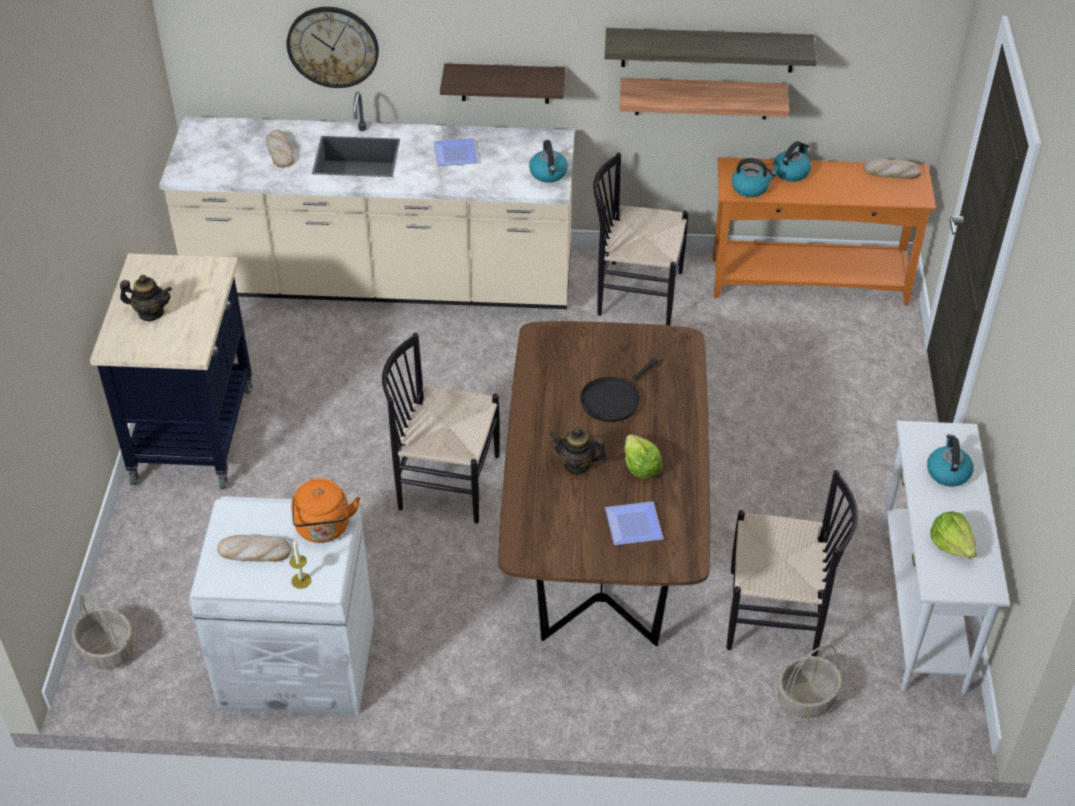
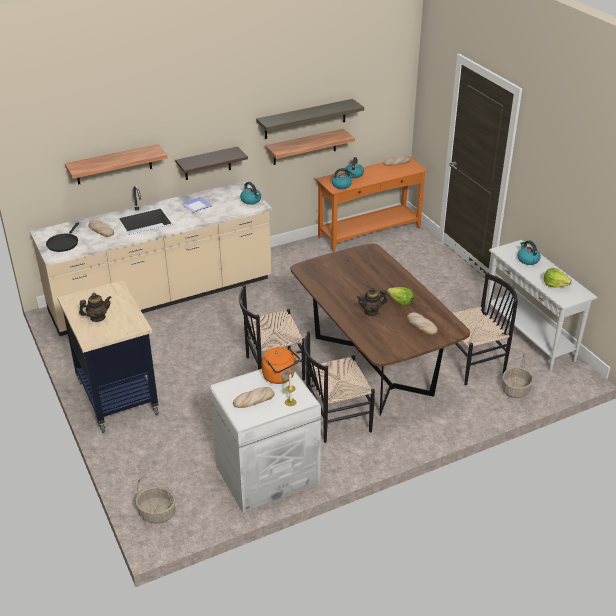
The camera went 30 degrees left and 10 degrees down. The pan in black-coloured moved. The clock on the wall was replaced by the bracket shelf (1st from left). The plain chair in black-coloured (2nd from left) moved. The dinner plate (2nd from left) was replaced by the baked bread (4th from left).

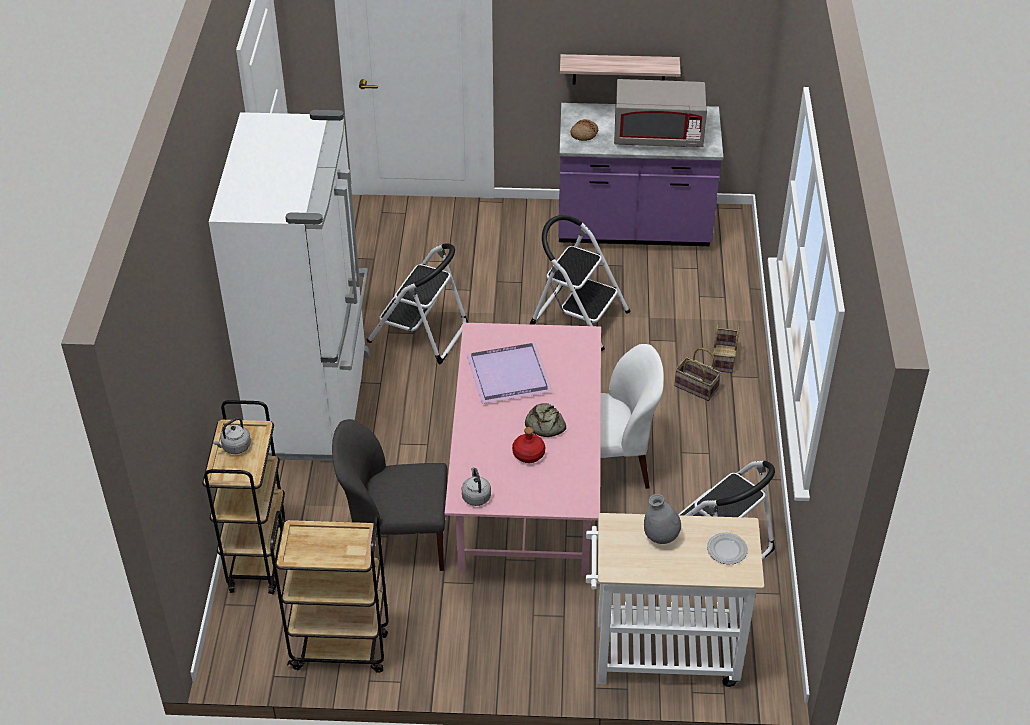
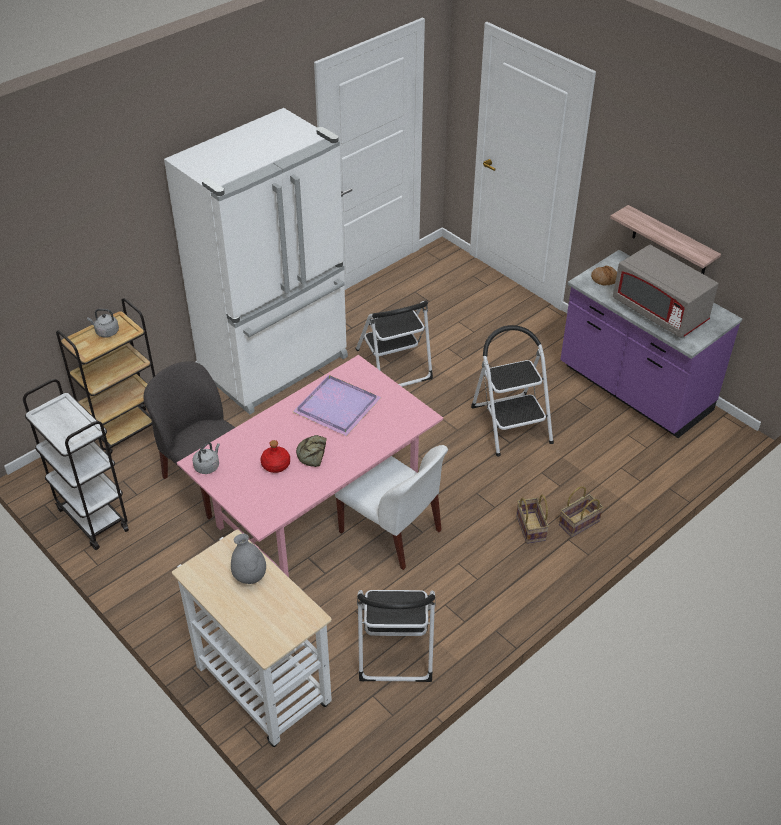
The camera went 45 degrees right and 0 degrees up. The trolley in brown-coloured (2nd from left) became the trolley in whitish (1st from left). The dinner plate disappeared.

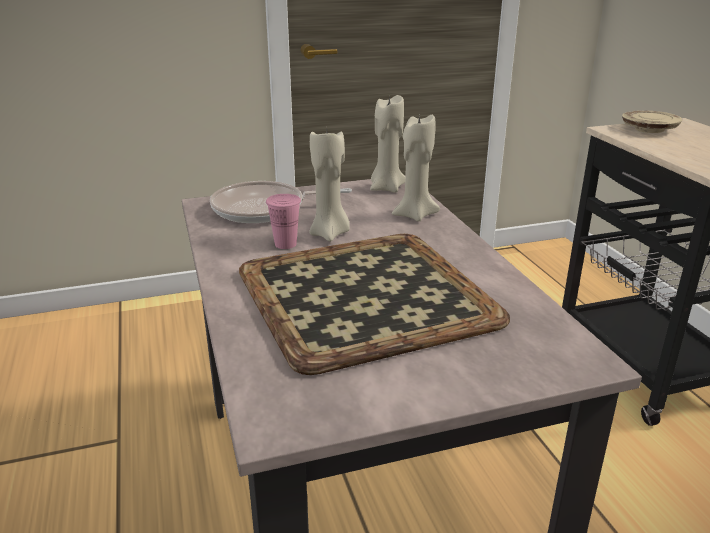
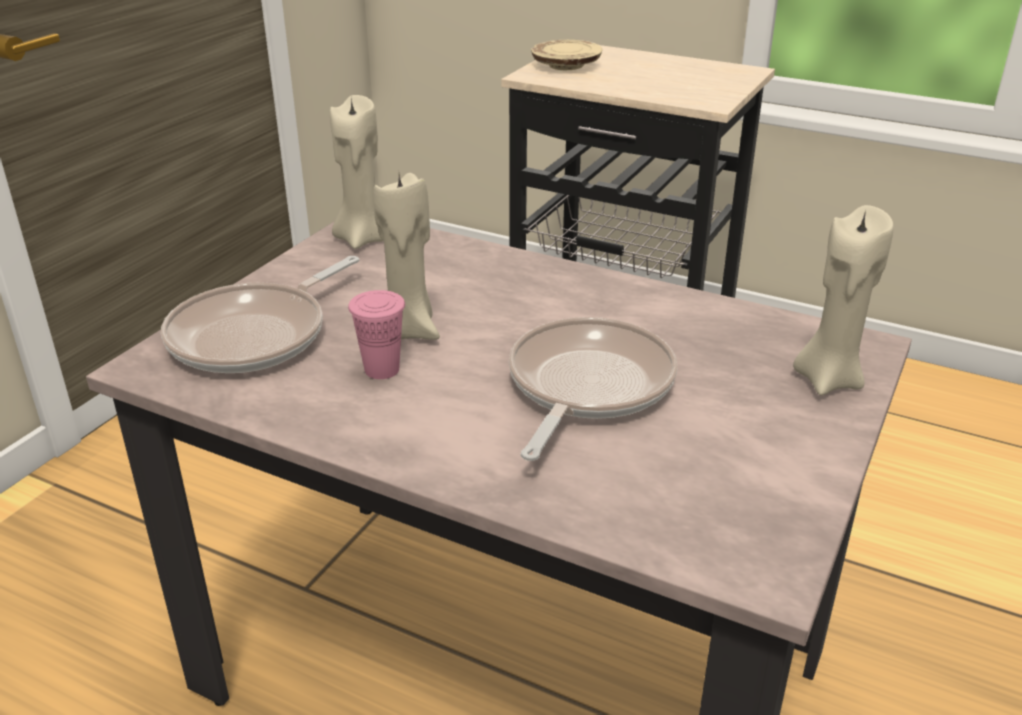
The camera went 45 degrees left and 5 degrees up. The tray was replaced by the pan (2nd from left). The wax candle in beige (3rd from left) moved.

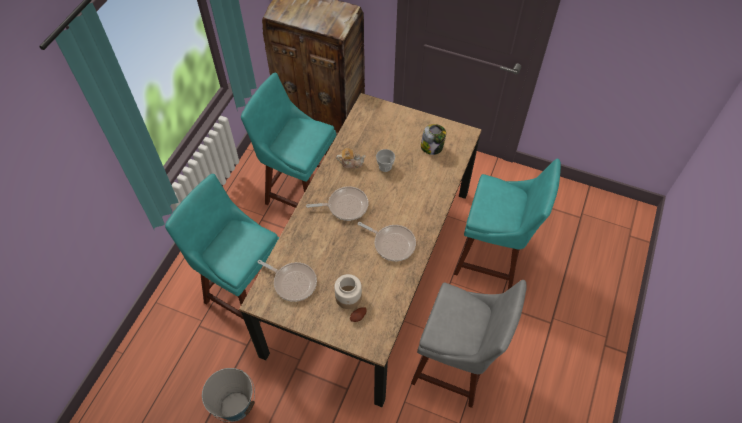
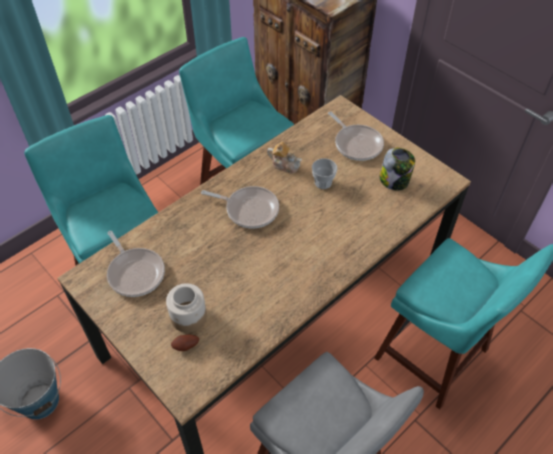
The camera went 25 degrees right and 5 degrees down. The pan (3rd from left) moved.

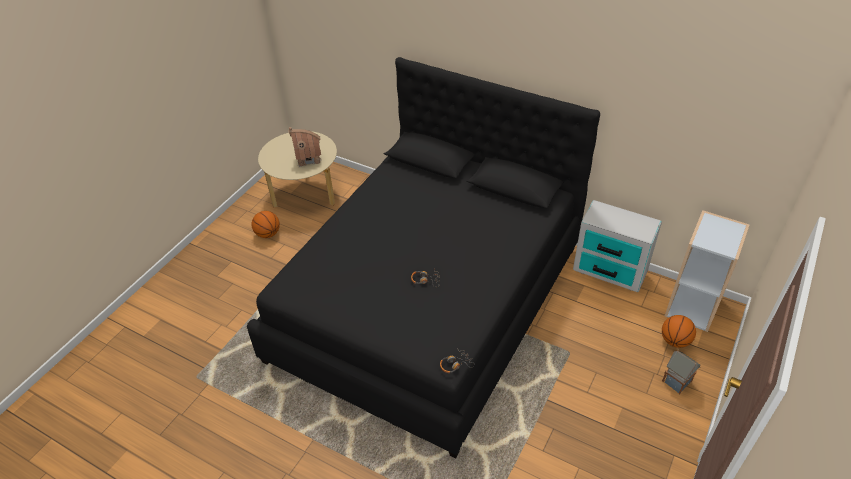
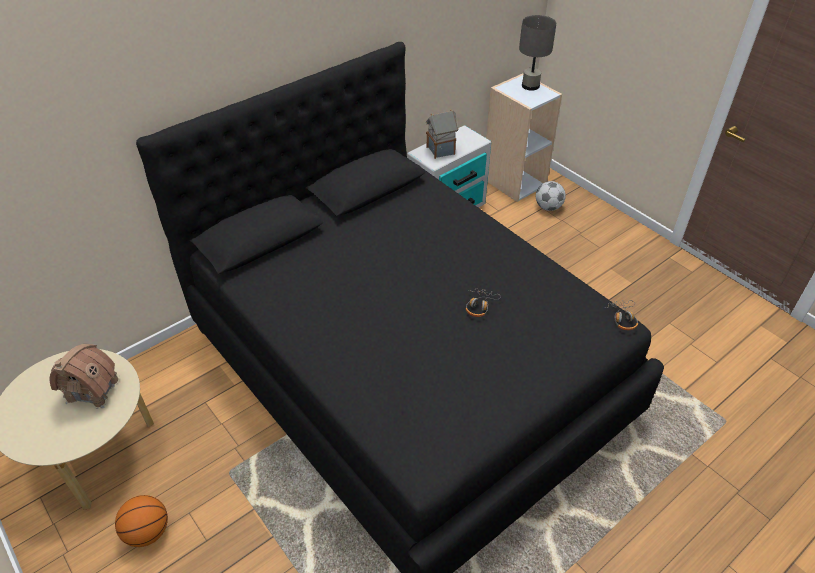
The camera went 70 degrees left and 0 degrees up. The toy house (2nd from left) moved. The table lamp in gray appeared. The basketball (2nd from left) was replaced by the ball for football.

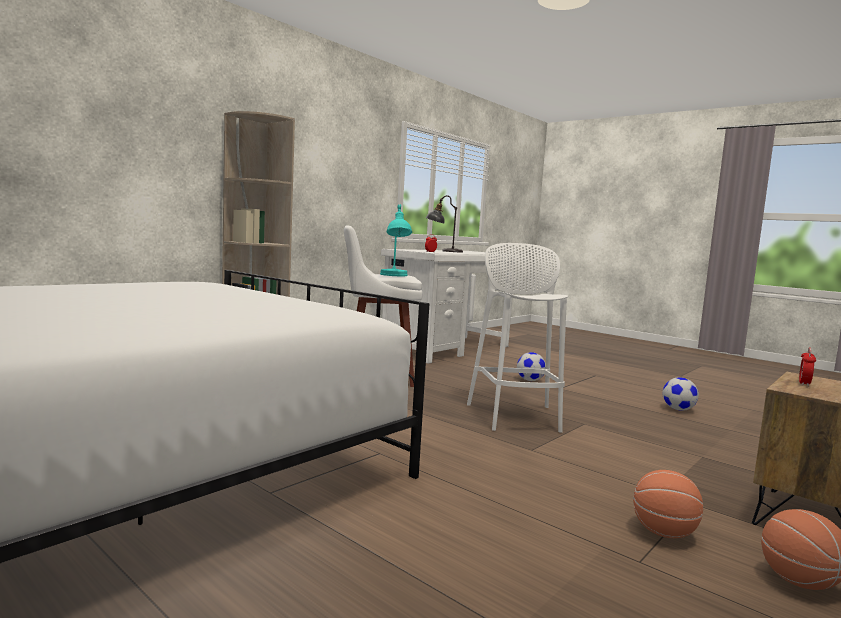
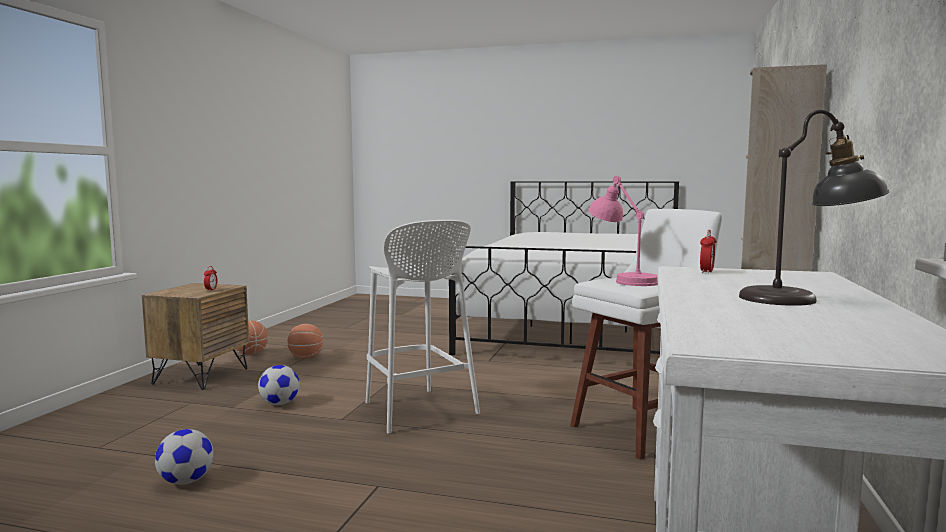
The camera went 155 degrees right and 0 degrees up. The ball for football (1st from left in the first image) moved. The table lamp in blue-green became the table lamp in pinkish.

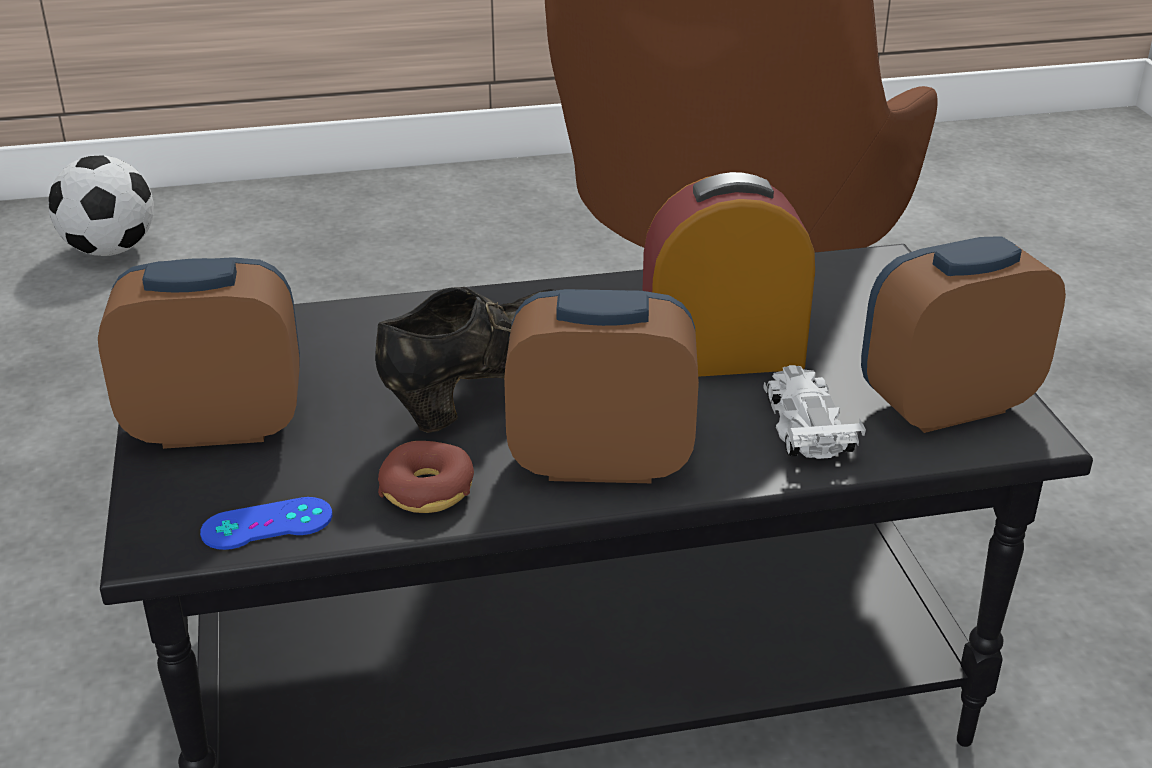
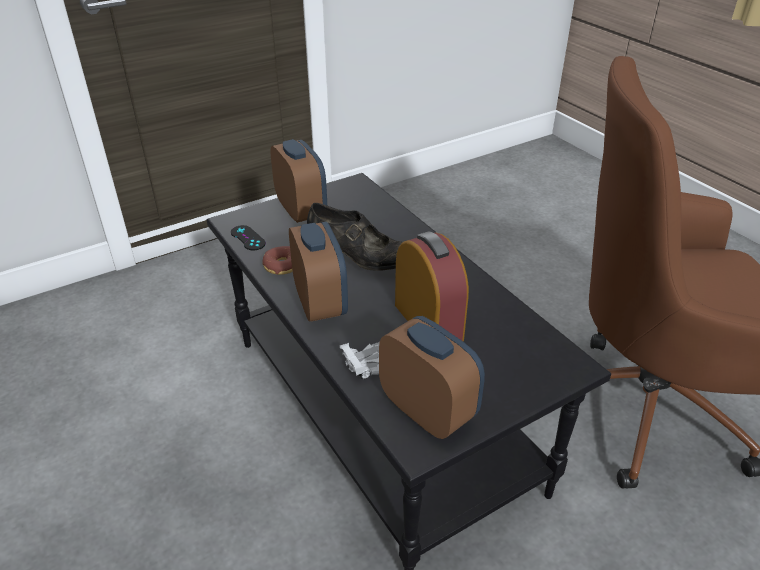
The camera went 70 degrees right and 5 degrees up. The joypad in blue-coloured became the joypad in black-coloured. The ball for football disappeared.

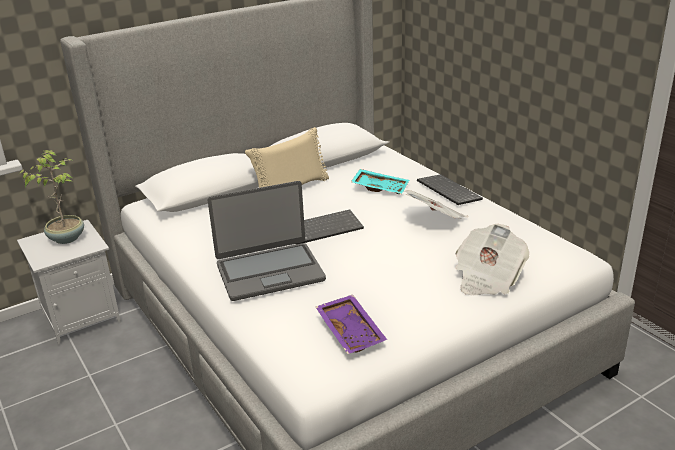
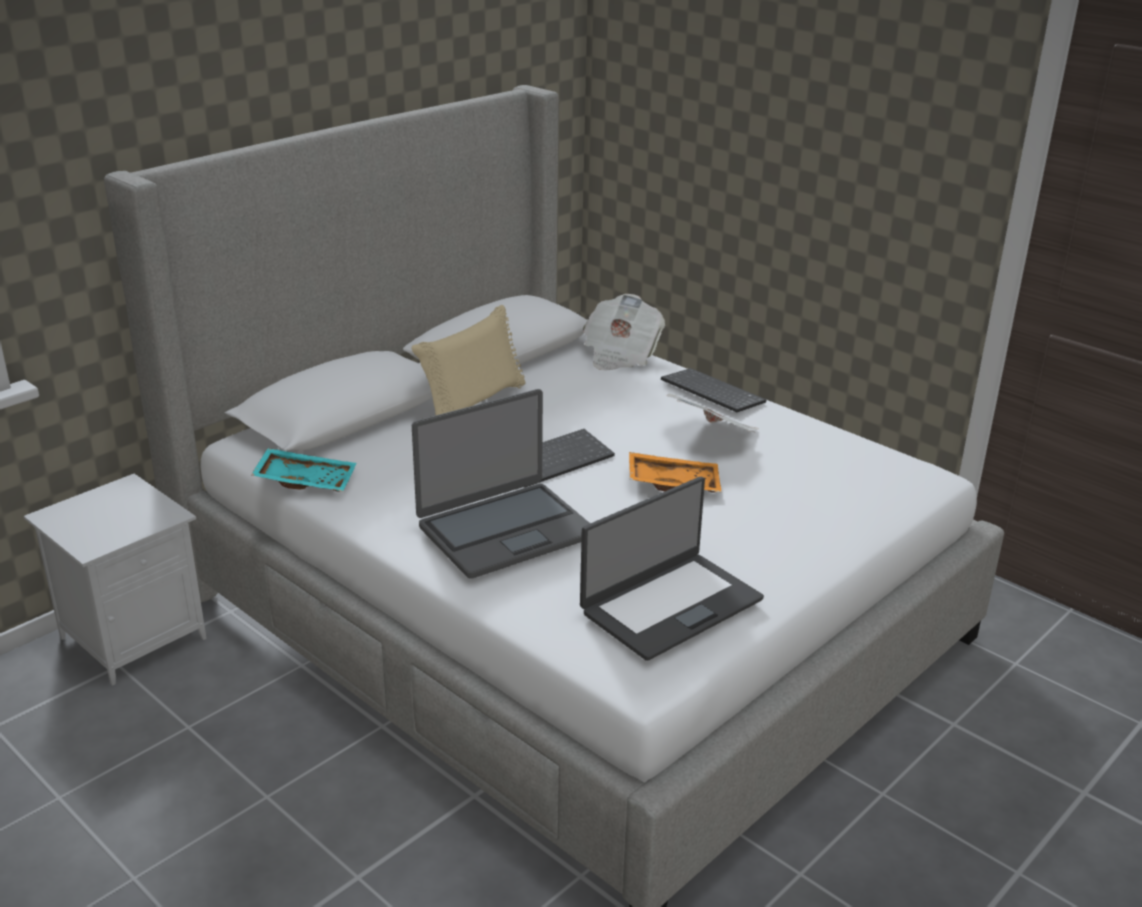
The camera went 15 degrees left and 0 degrees up. The tray in blue-green moved. The tray in purplish was replaced by the notebook computer (2nd from left). The newspaper (2nd from left in the first image) moved. The tray in orange appeared. The plant in a pot disappeared.

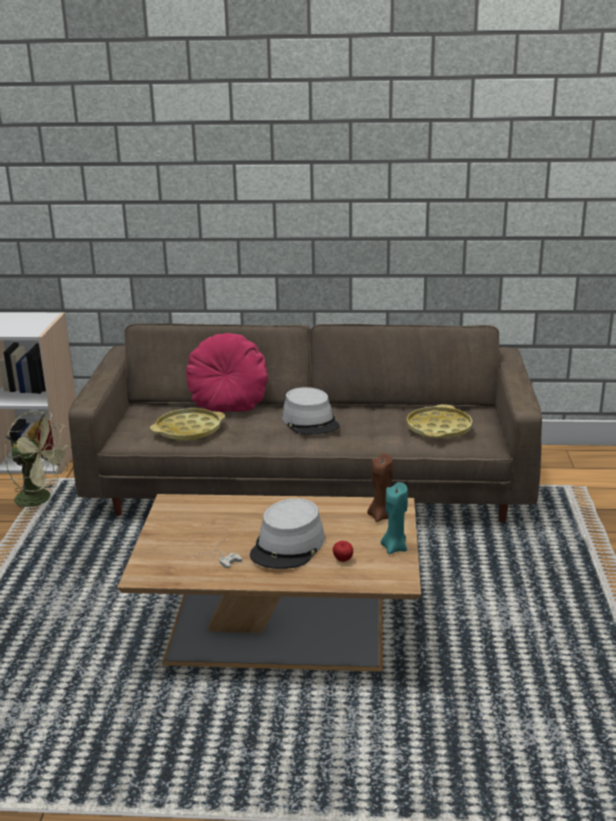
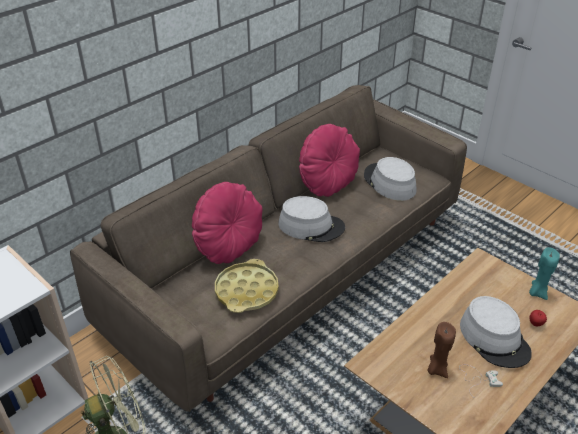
The camera went 50 degrees left and 15 degrees up. The pillow in pinkish (2nd from left) appeared. The tray in yellow (2nd from left) was replaced by the wearable hat in gray (2nd from left). The wax candle in brown-coloured moved.

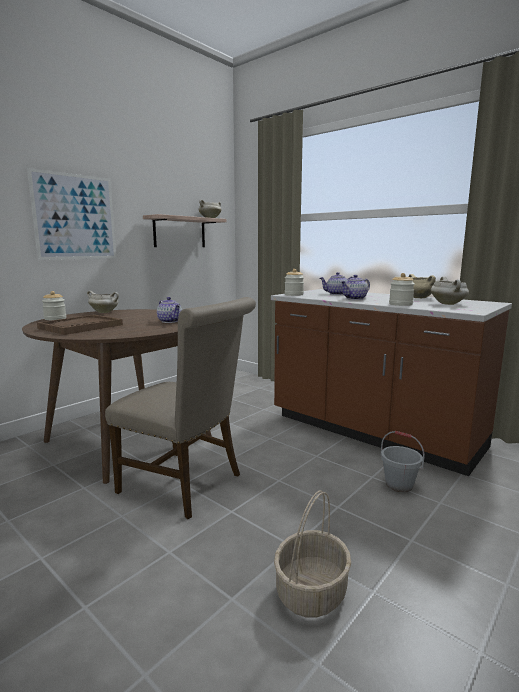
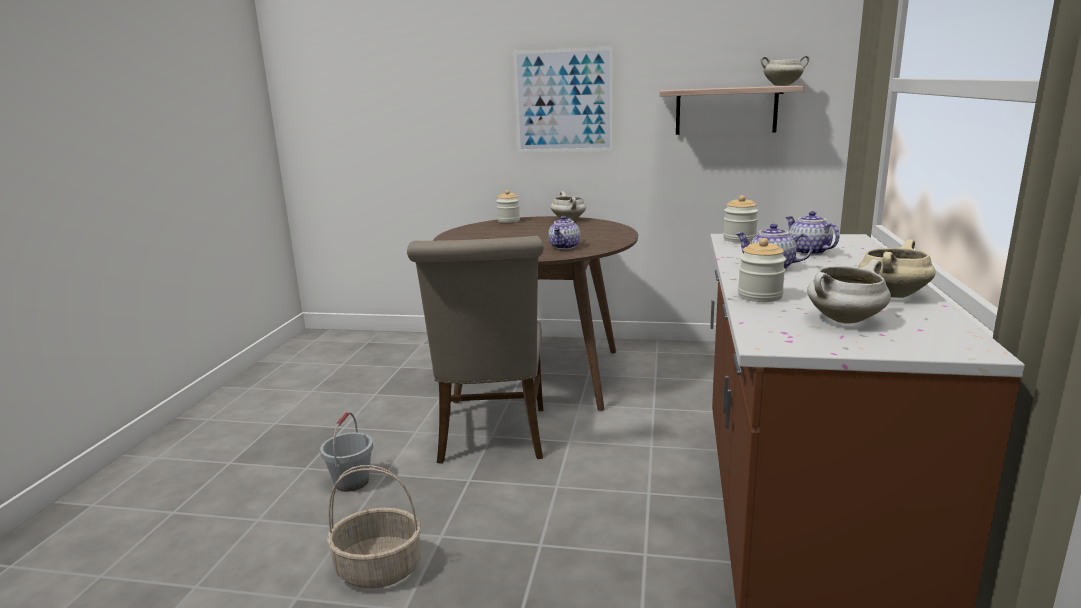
The camera went 60 degrees right and 5 degrees up. The bucket in gray moved. The tray in brown-coloured disappeared.

